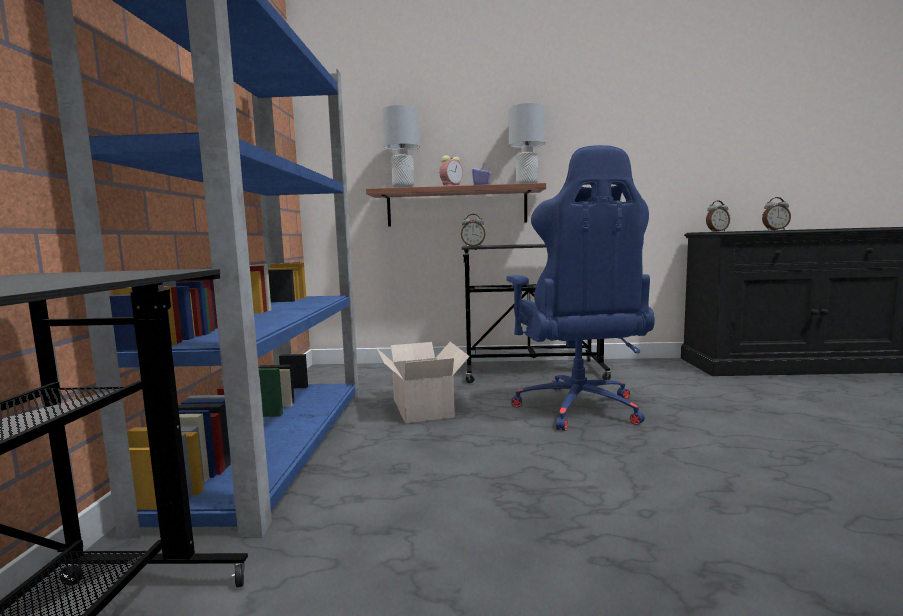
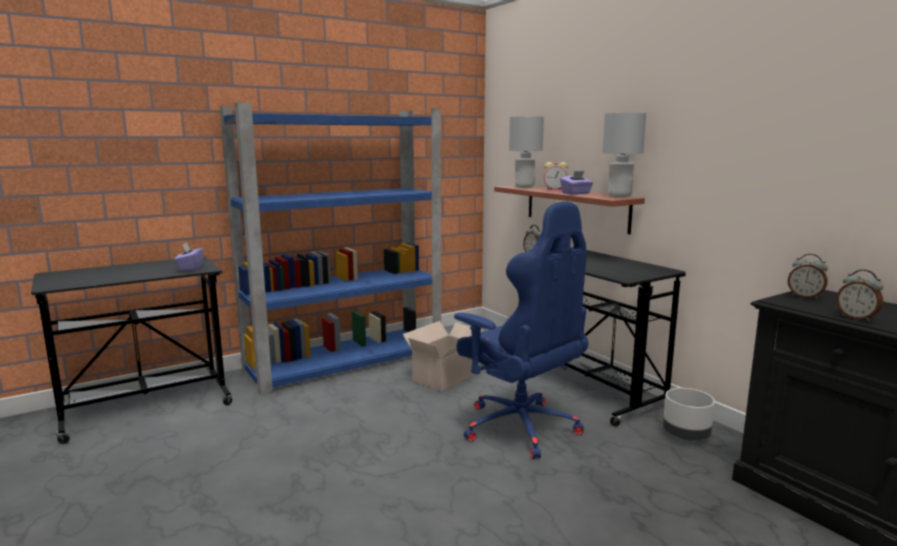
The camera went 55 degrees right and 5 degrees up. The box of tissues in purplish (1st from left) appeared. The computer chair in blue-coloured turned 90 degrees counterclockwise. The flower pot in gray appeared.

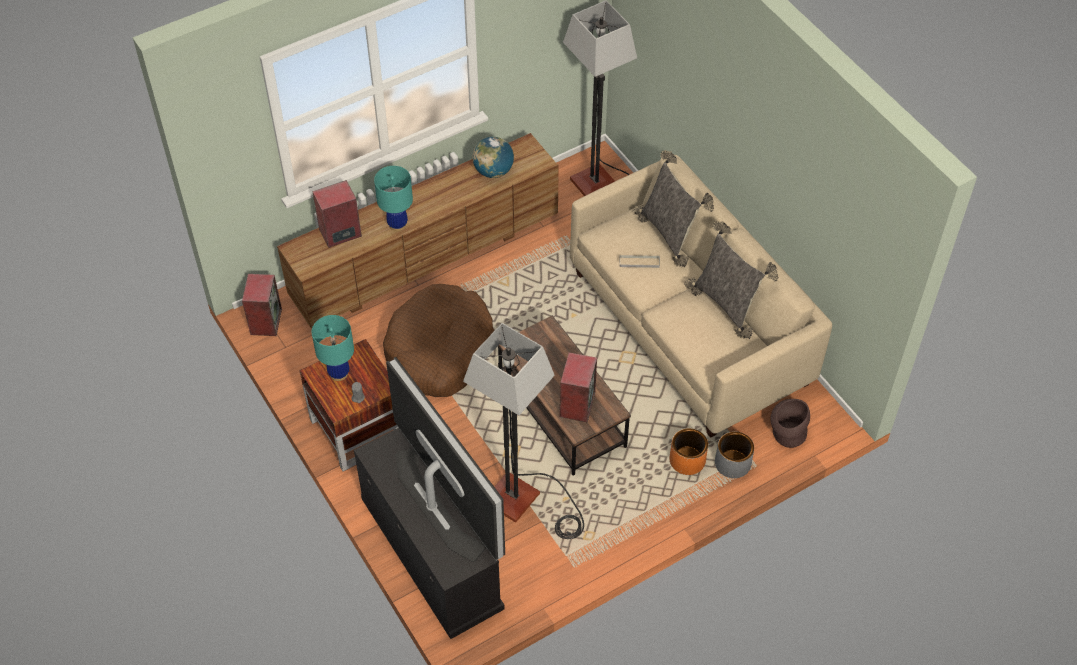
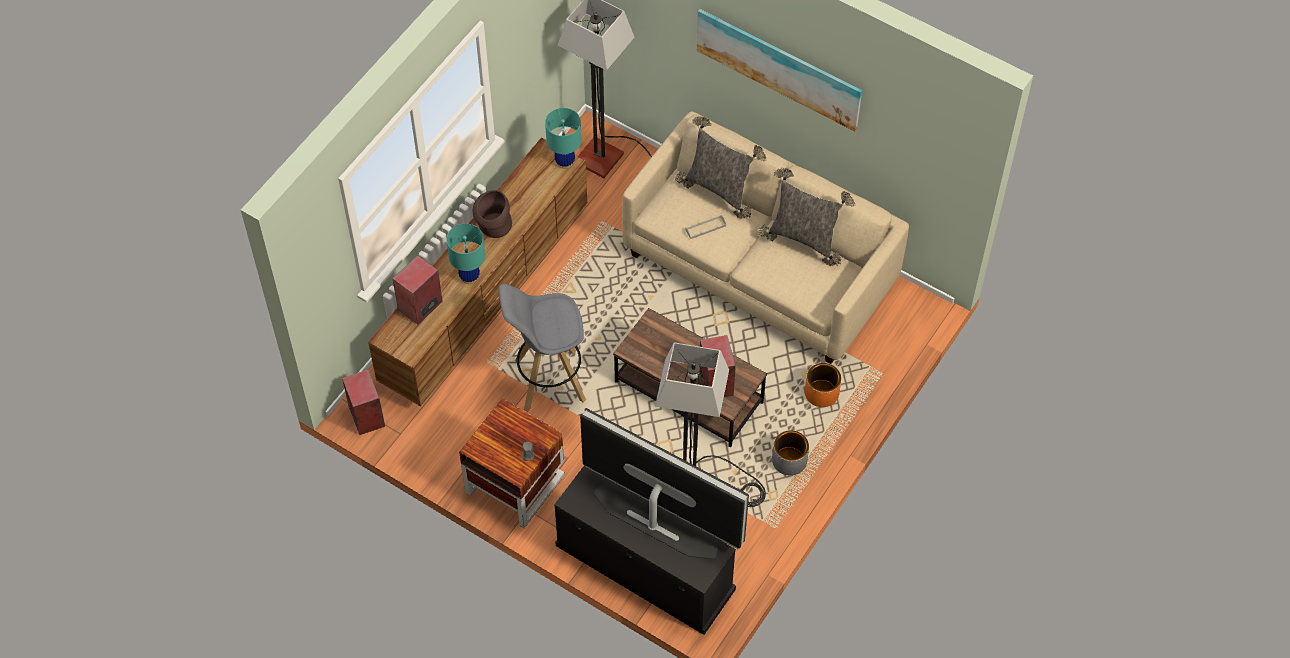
The camera went 25 degrees left and 5 degrees up. The vase in brown-coloured moved. The dog cushion in brown-coloured was replaced by the stool seat in gray. The table lamp in blue-green (1st from left in the first image) moved. The picture appeared. The flower pot in gray moved. The desk globe disappeared.

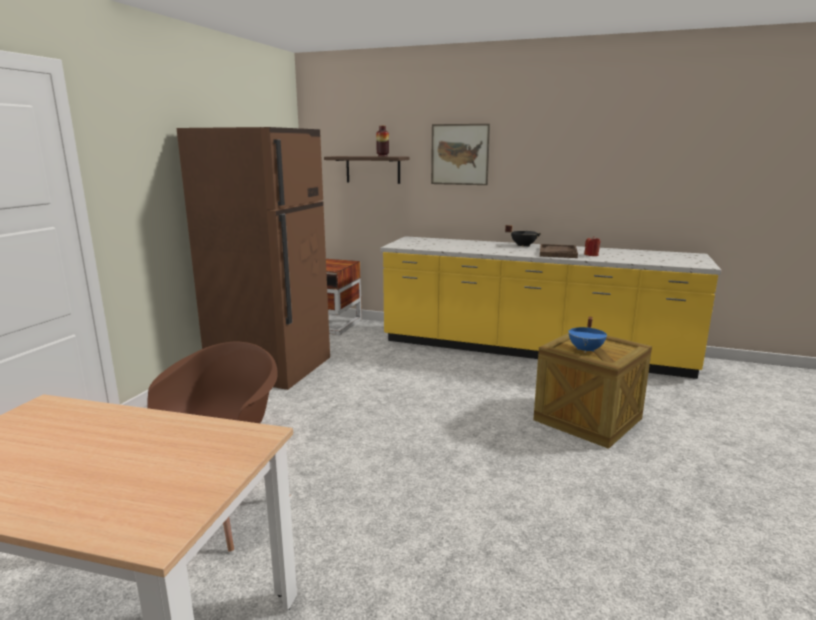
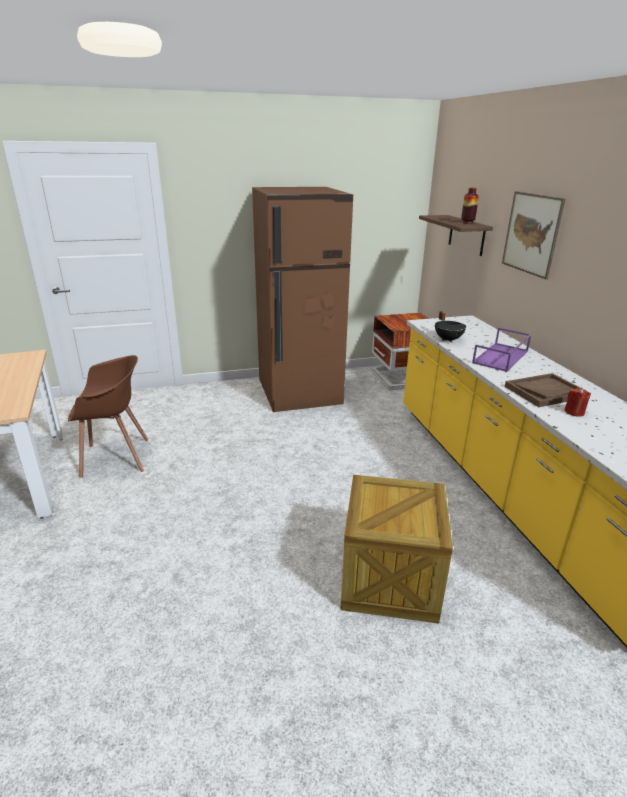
The camera went 55 degrees right and 10 degrees up. The stockpot in black-coloured moved. The tray in purplish appeared. The stockpot in blue-coloured disappeared.

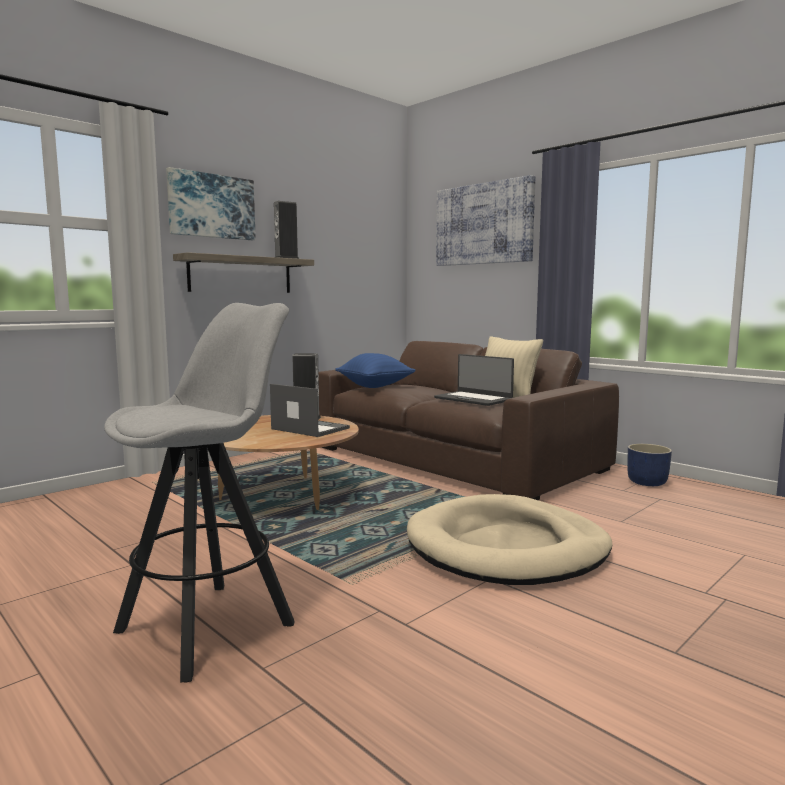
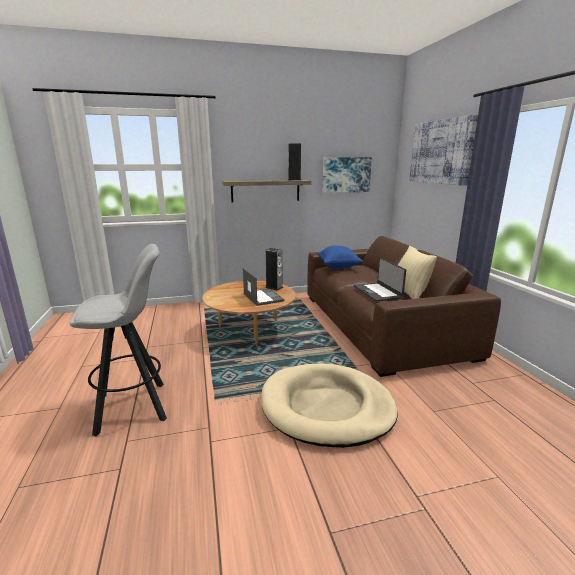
The camera went 30 degrees right and 10 degrees up. The picture (1st from left) moved. The flower pot in blue-coloured disappeared.

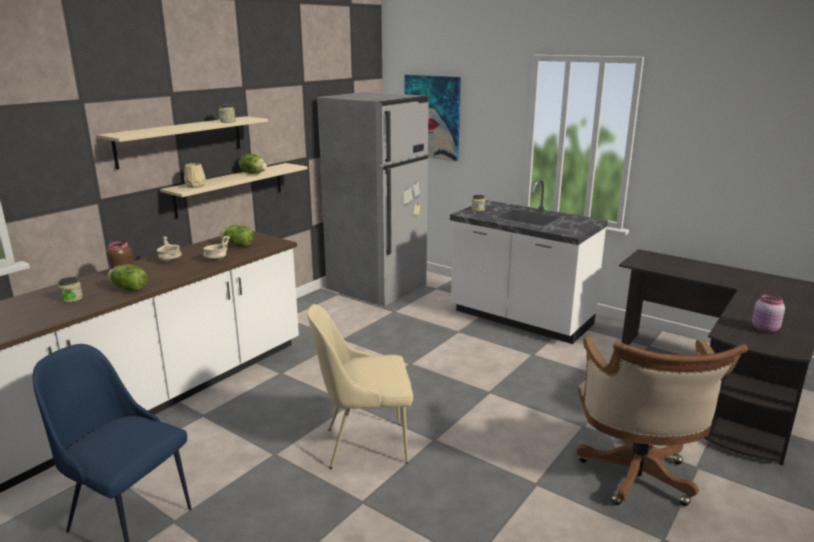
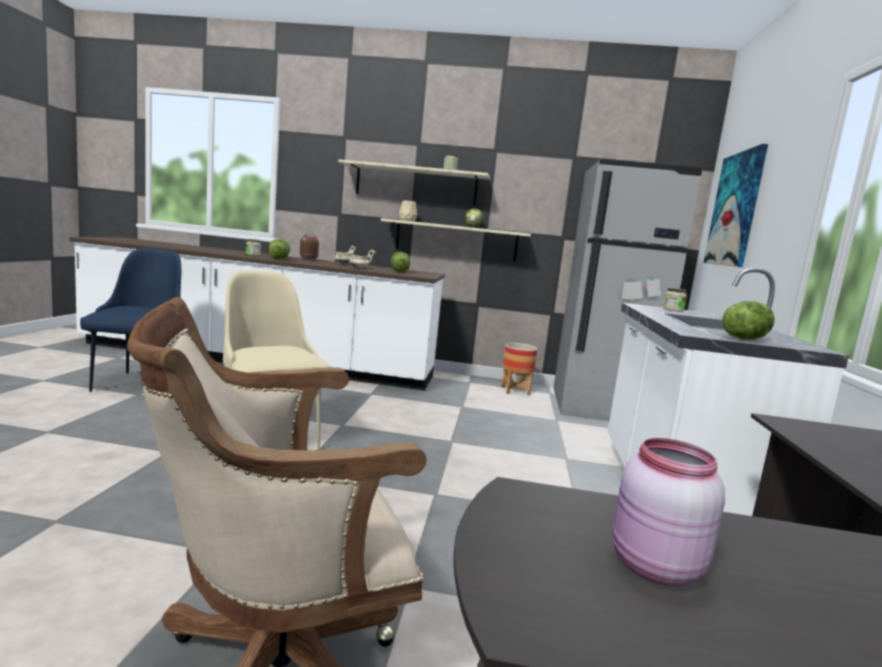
The camera went 60 degrees right and 10 degrees down. The flower pot appeared. The lettuce head (4th from left) appeared.

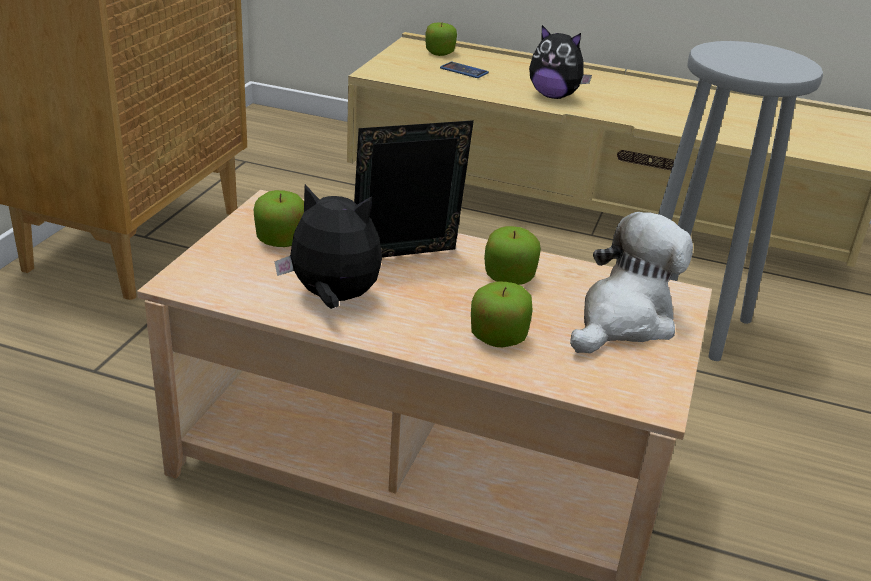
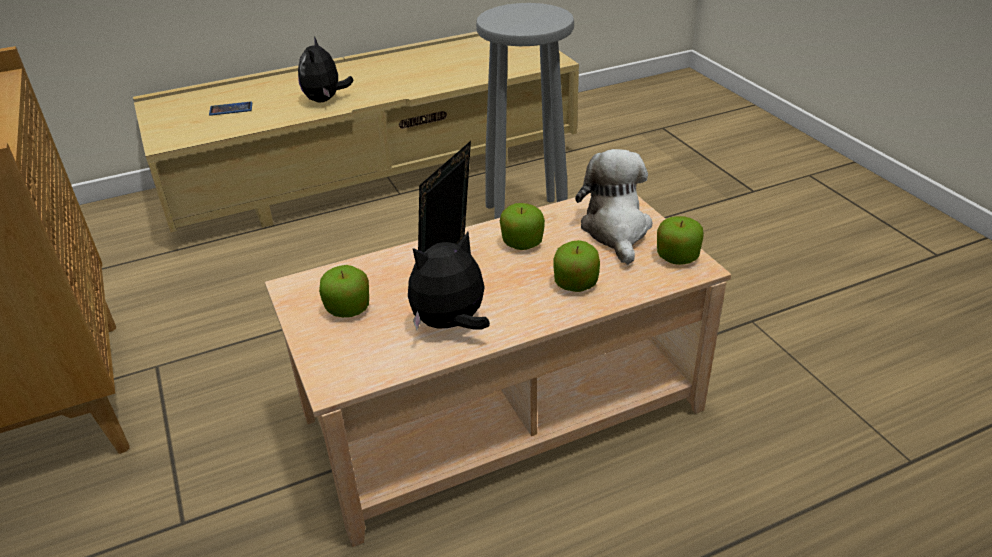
The camera went 40 degrees left and 5 degrees up. The cuddly toy (2nd from left in the first image) turned 105 degrees clockwise. The apple fruit (2nd from left in the first image) moved.

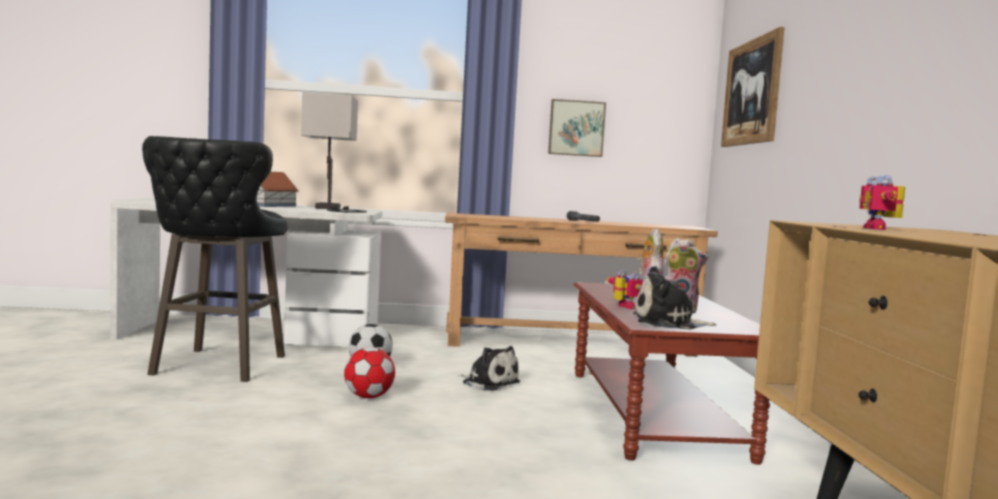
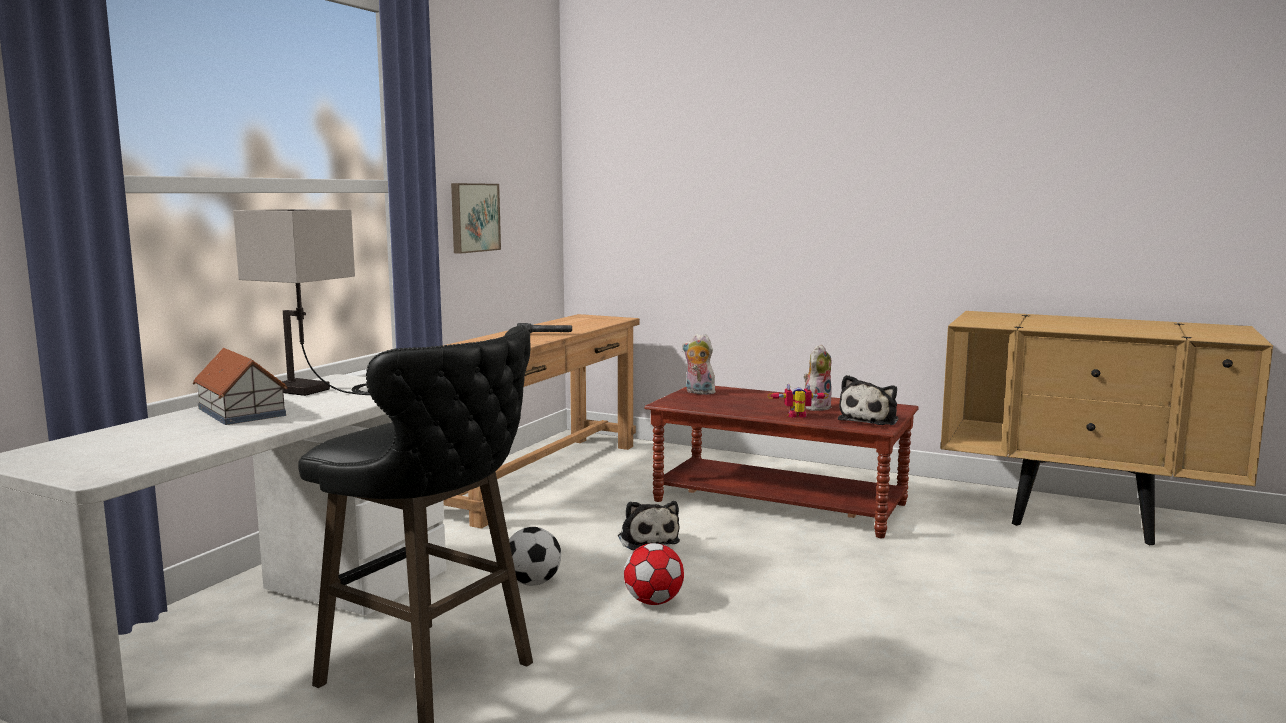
The camera went 60 degrees left and 5 degrees up. The cuddly toy (1st from left) turned 90 degrees clockwise. The picture (2nd from left) disappeared. The robot figure (2nd from left) disappeared.

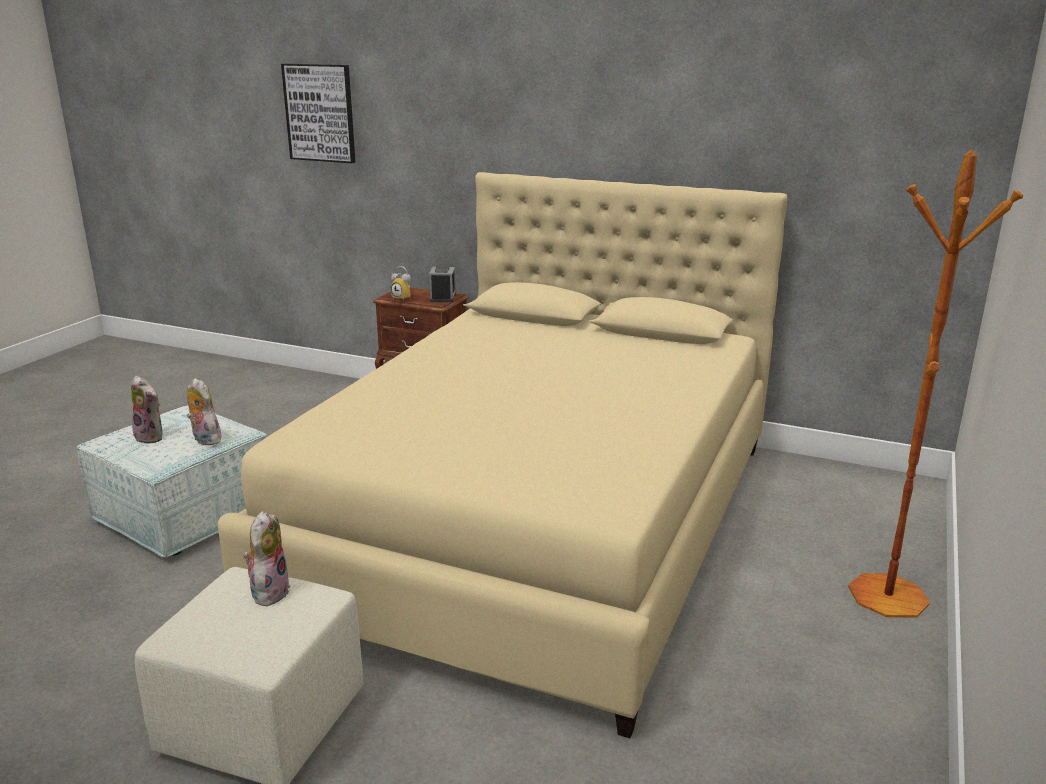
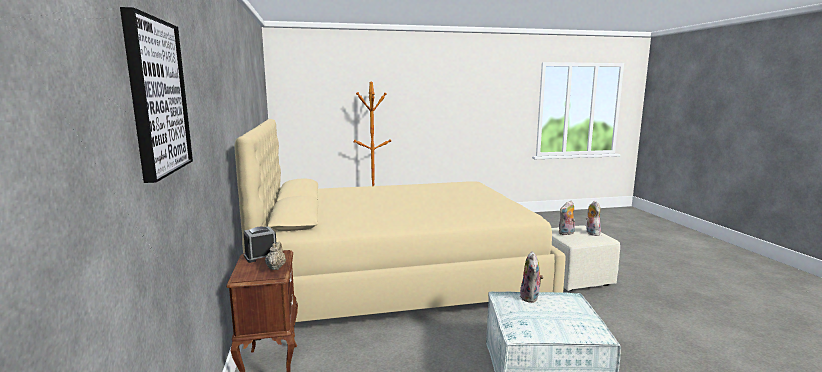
The camera went 125 degrees left and 10 degrees down. The table clock (1st from left) was replaced by the teapot in beige. The cuddly toy (1st from left in the first image) moved.

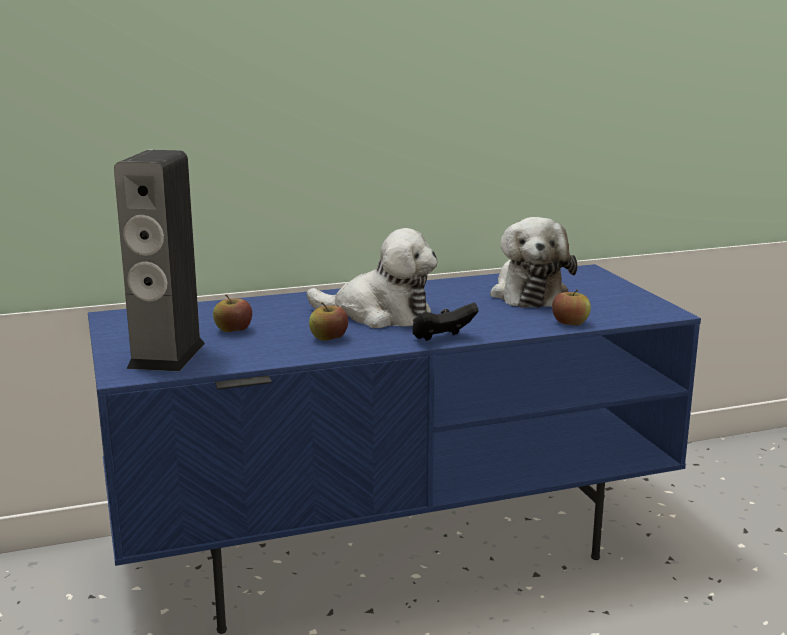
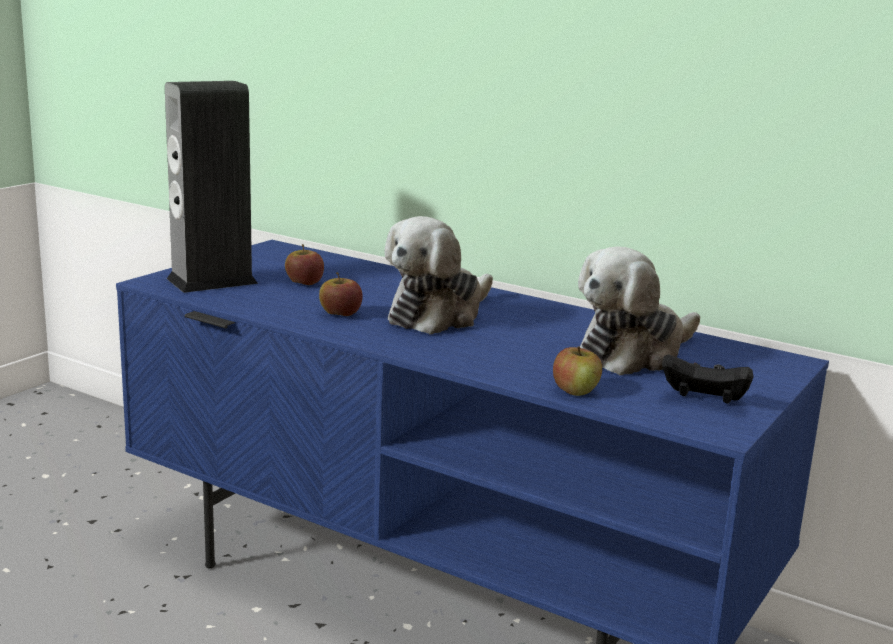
The camera went 50 degrees right and 0 degrees up. The cuddly toy (1st from left) turned 60 degrees clockwise. The joypad in black-coloured moved.

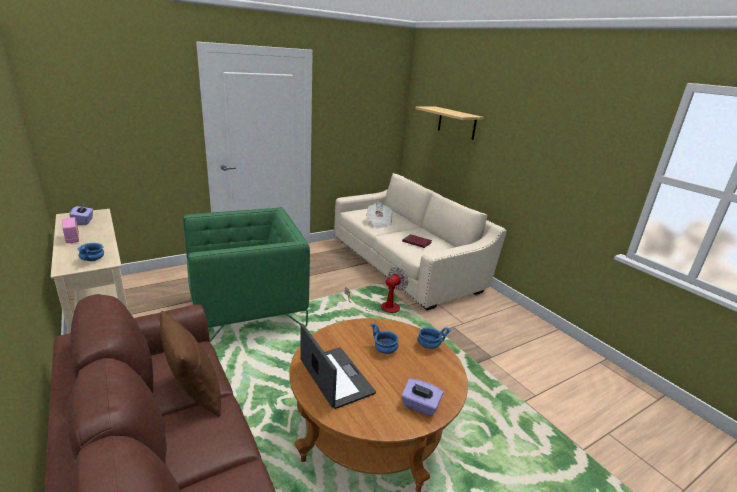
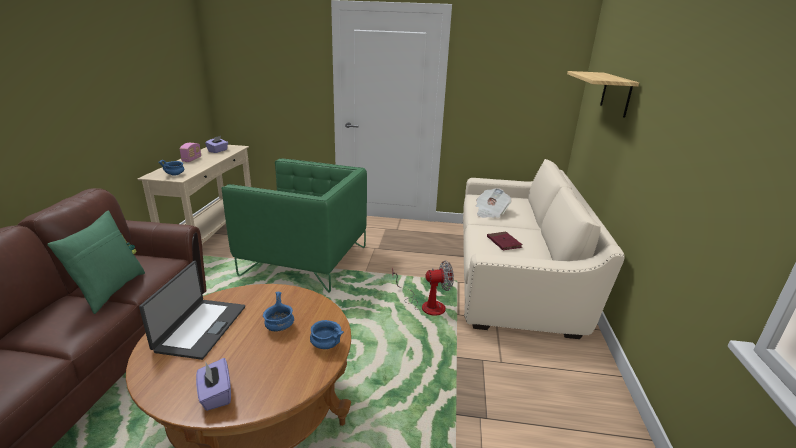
The camera went 40 degrees right and 0 degrees up. The pillow in brown-coloured became the pillow in greenish.

